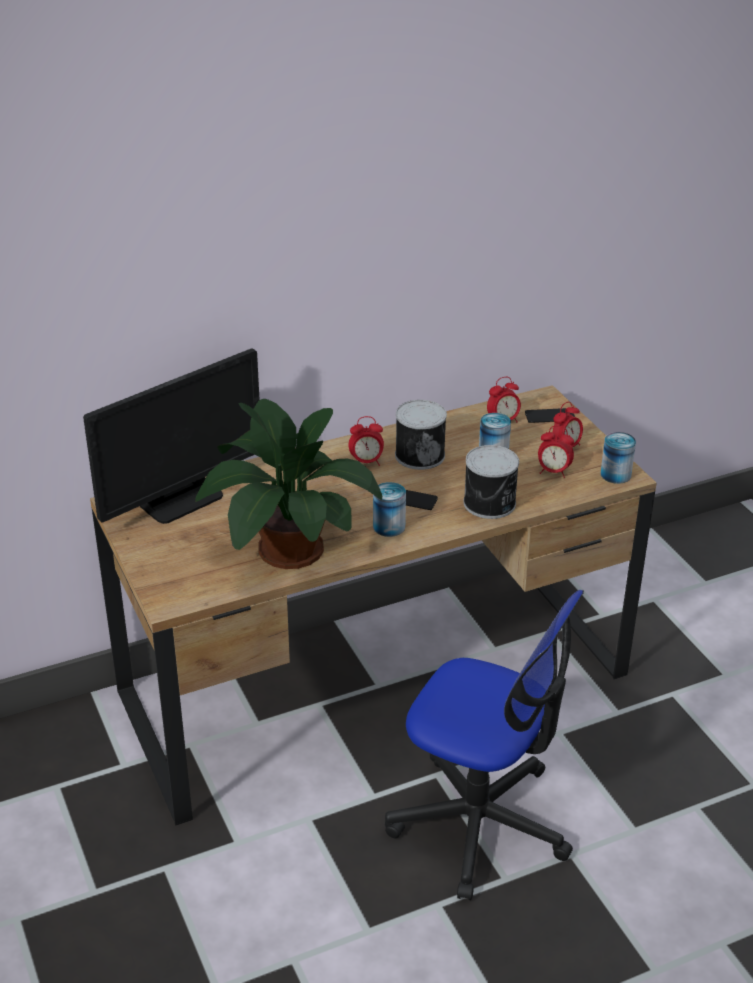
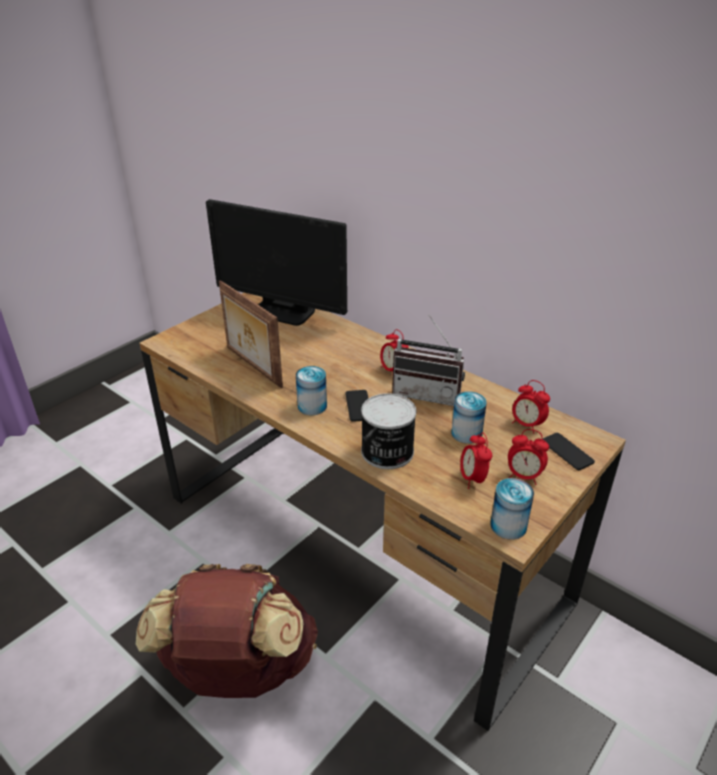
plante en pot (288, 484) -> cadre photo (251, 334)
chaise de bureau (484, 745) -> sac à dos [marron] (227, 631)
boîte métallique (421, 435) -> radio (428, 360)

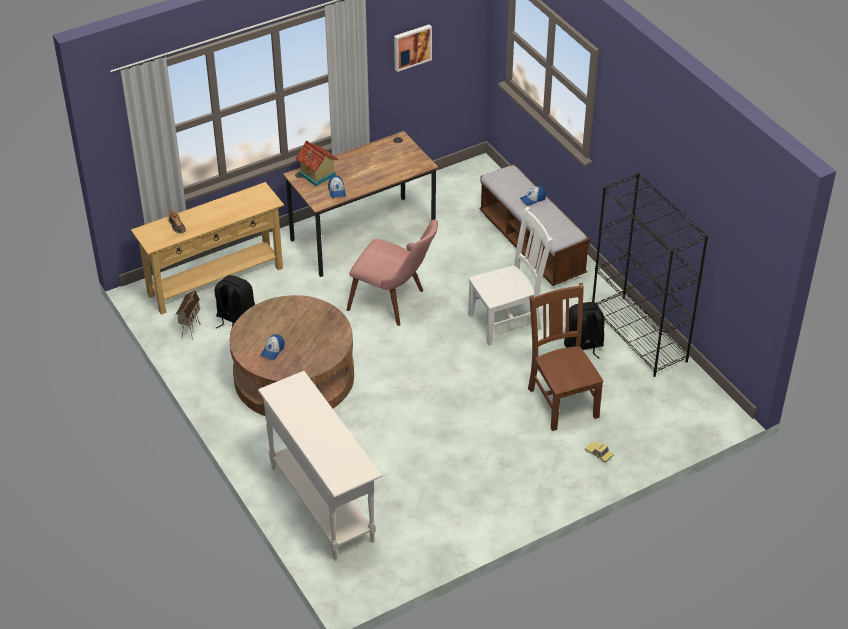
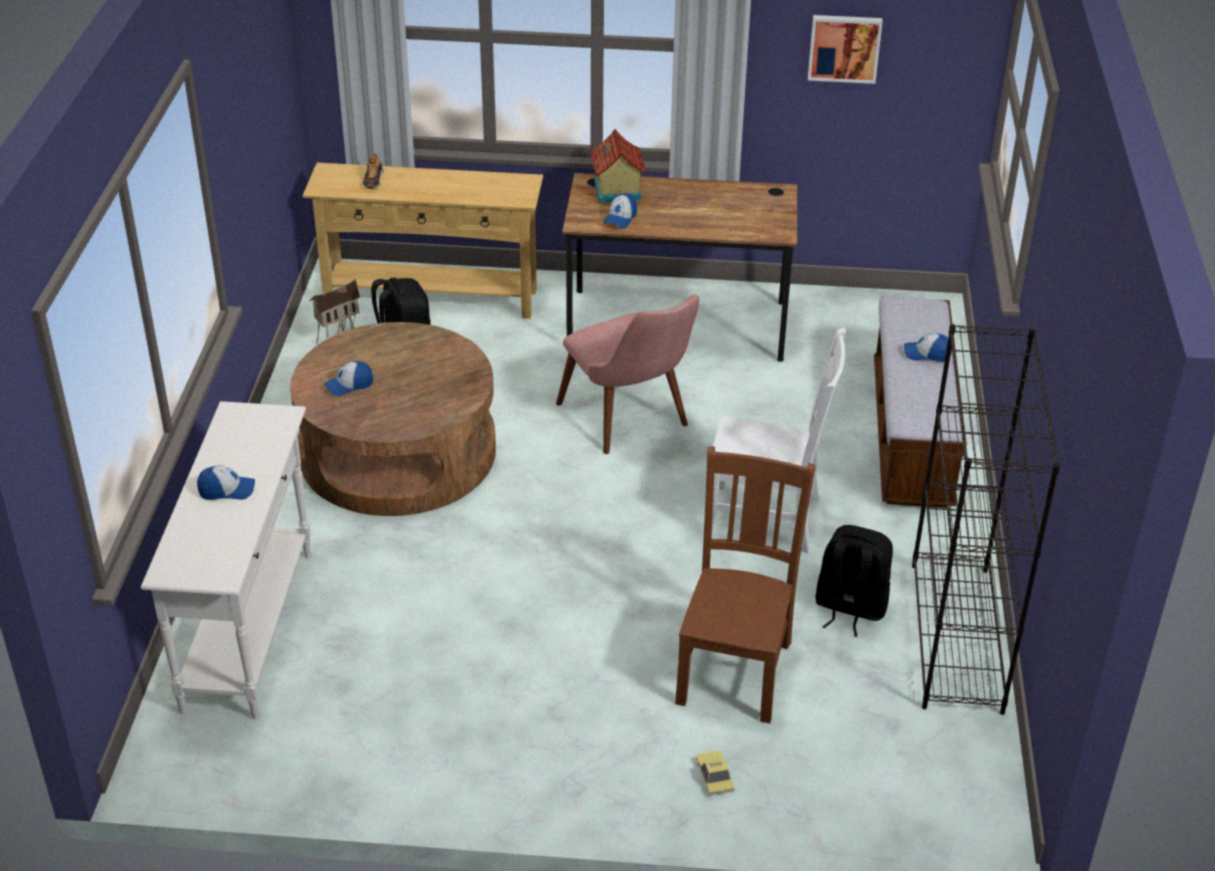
none -> casquette (226, 482)

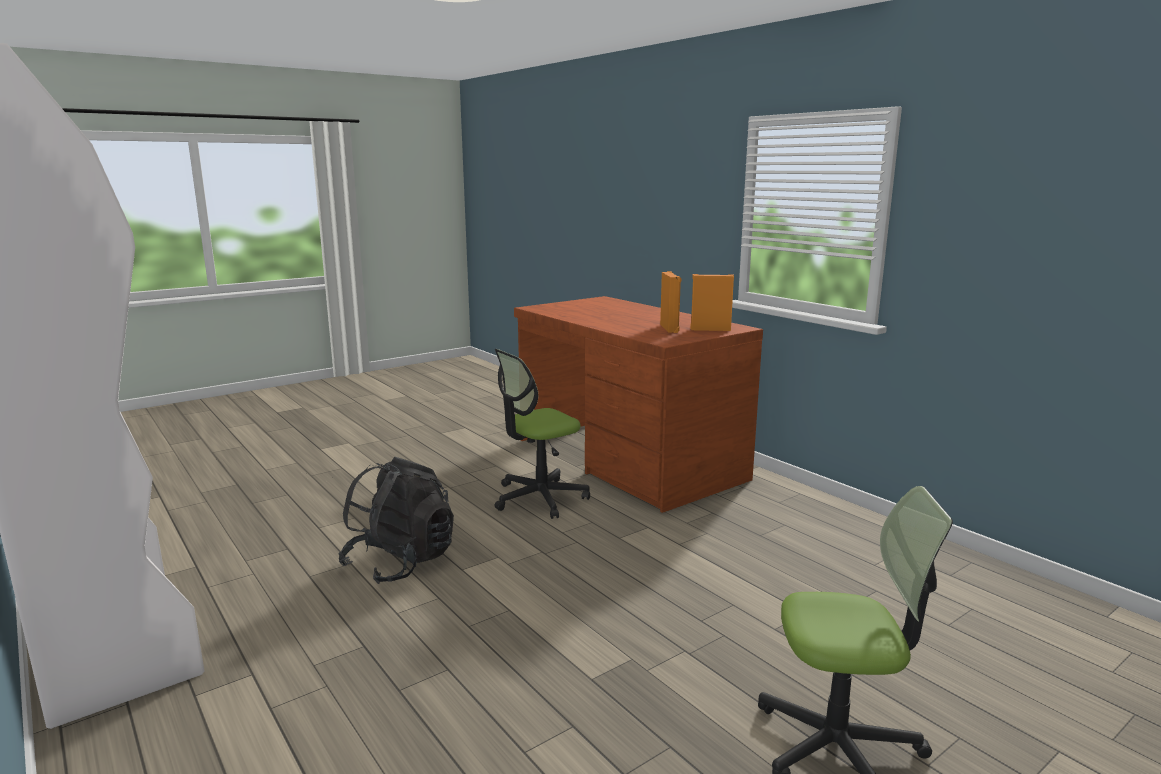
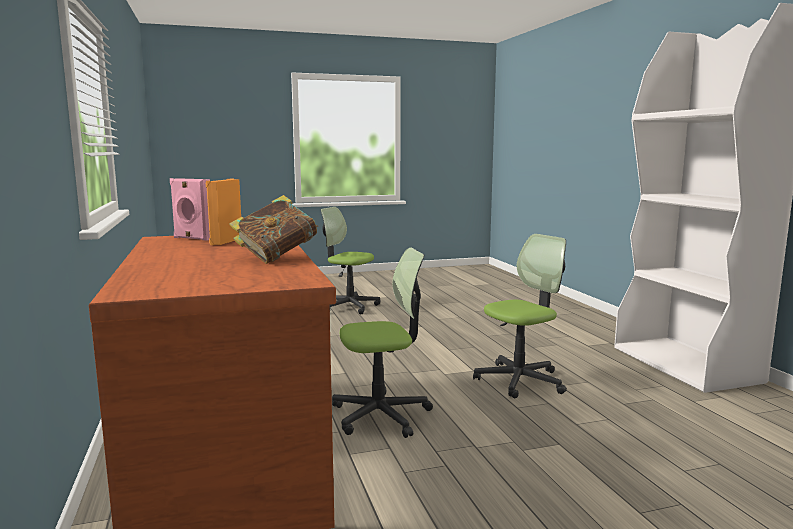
sac à dos [noir] (396, 520) -> chaise de bureau (520, 316)
enceinte [orange] (712, 302) -> enceinte [rose] (190, 209)
none -> livre (274, 229)

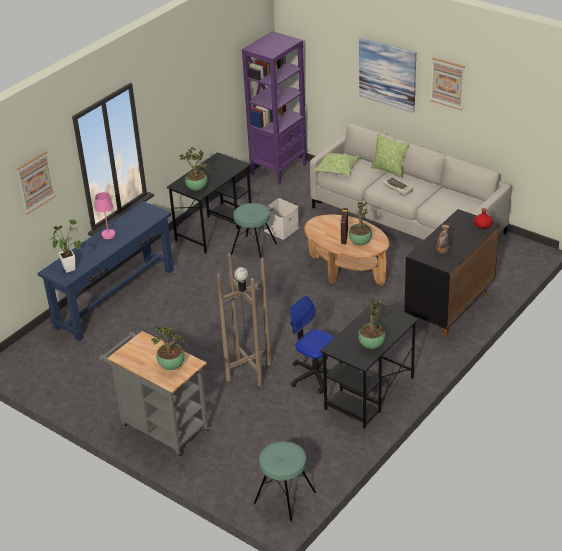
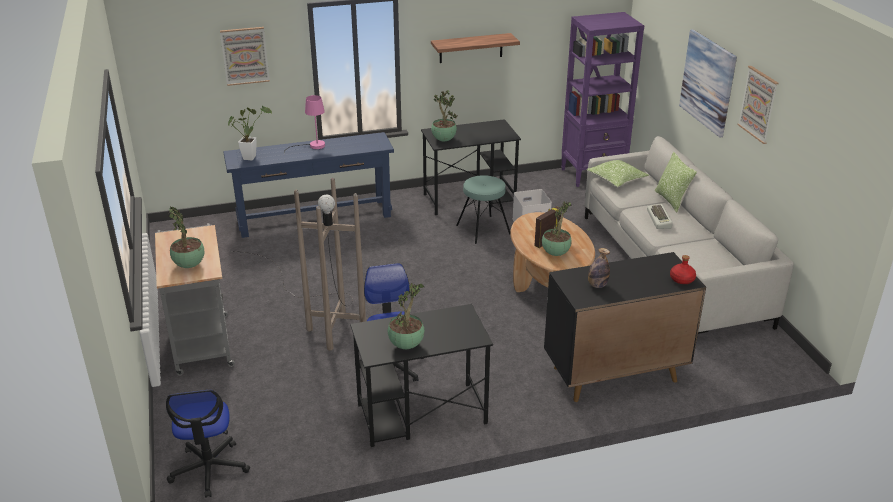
tabouret [turquoise] (285, 481) -> chaise de bureau (208, 444)
none -> étagère (475, 48)

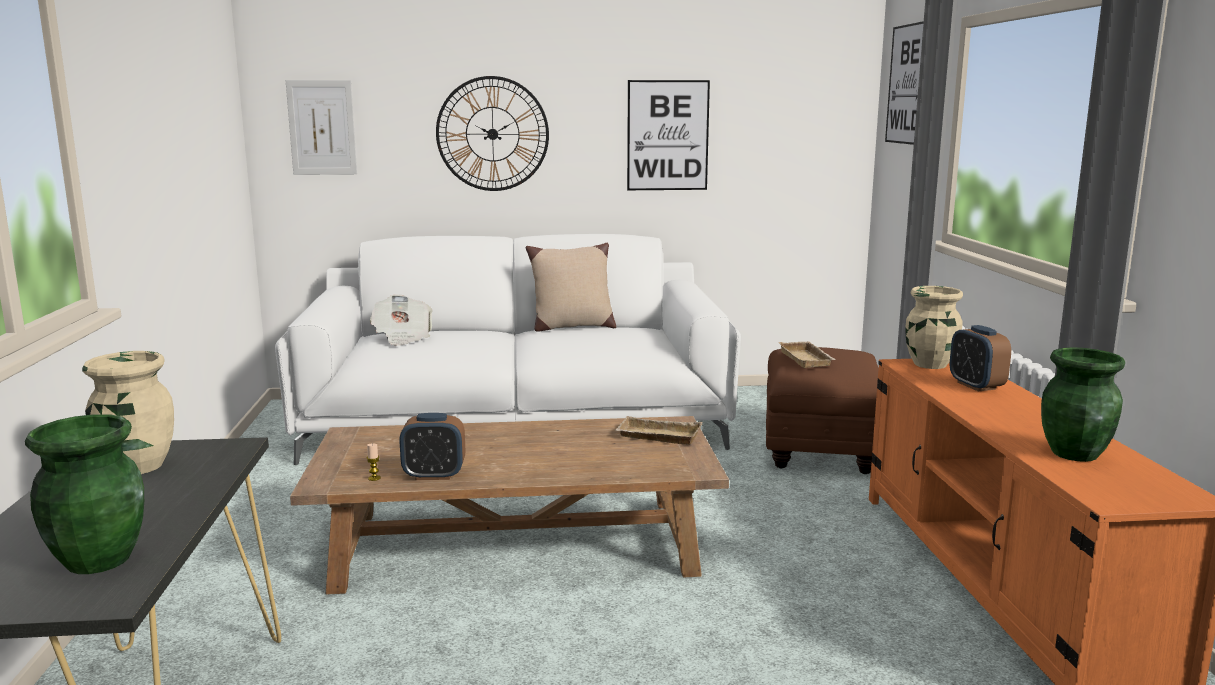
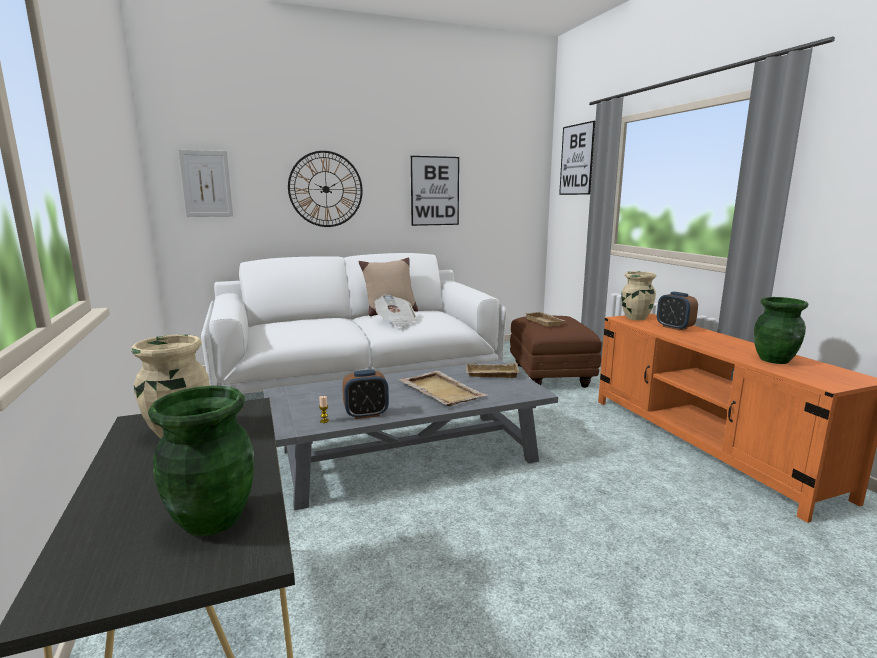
table basse [marron] (509, 505) -> table basse [gris] (410, 435)
journal (400, 320) -> journal (396, 311), relocated
none -> plateau [beige] (443, 388)

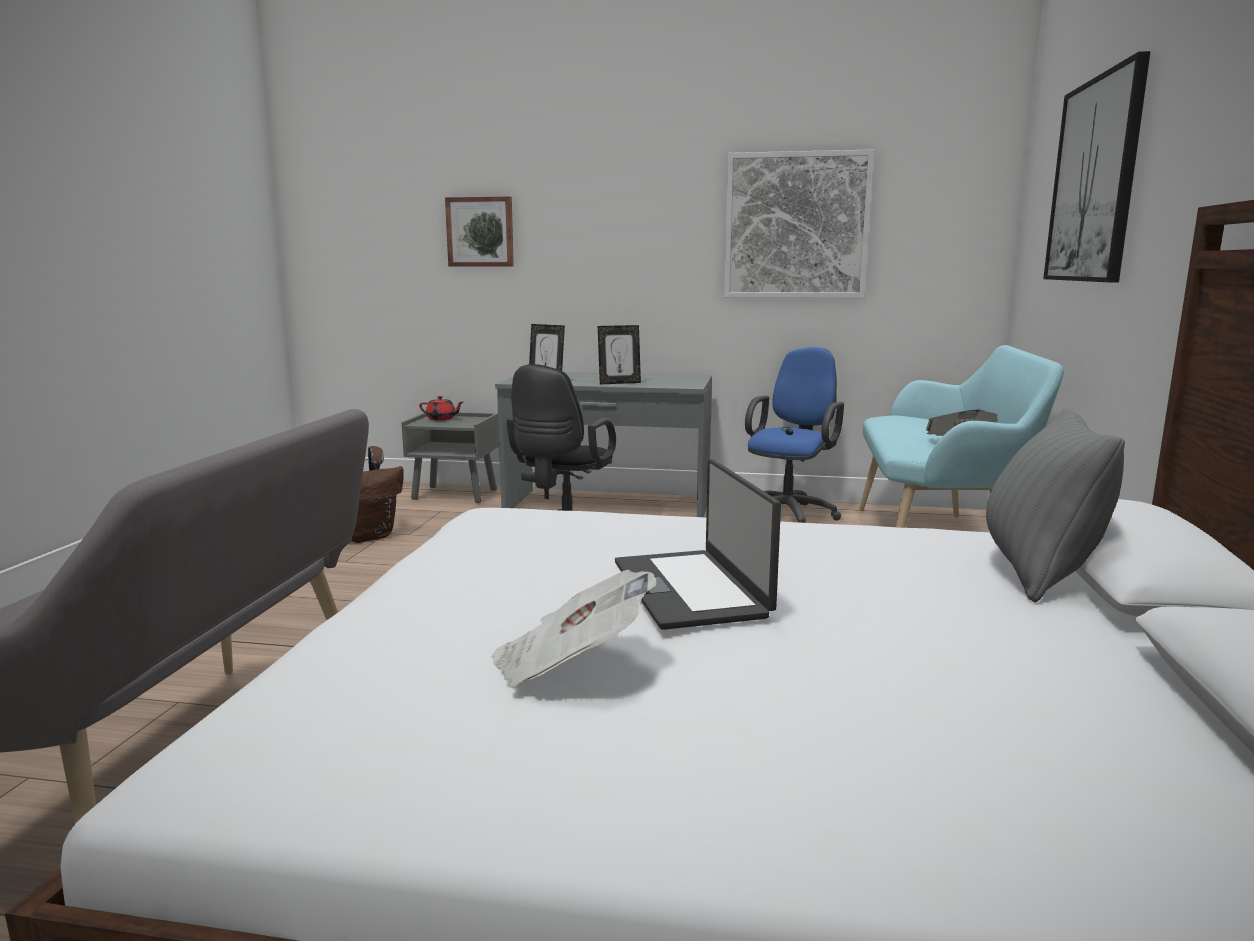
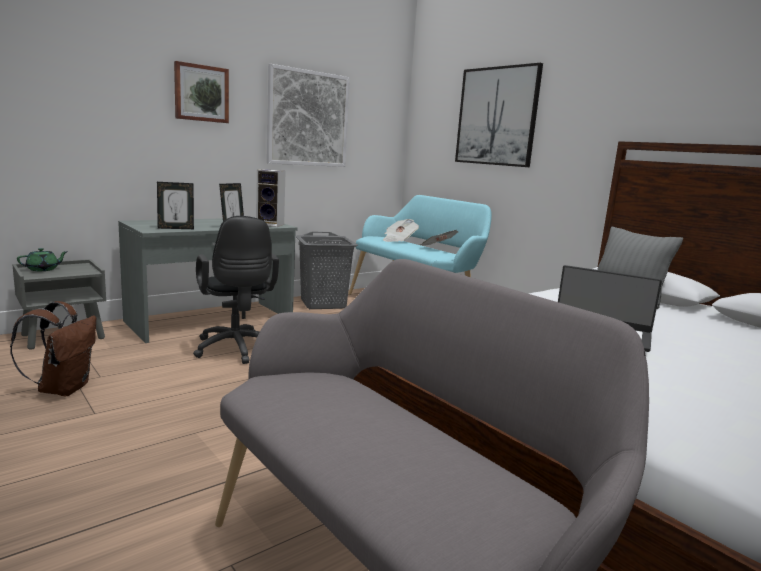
théière [rouge] (441, 408) -> théière [vert] (42, 259)
tableau (479, 231) -> tableau (201, 92), relocated
journal (574, 629) -> journal (401, 230), relocated
chaise de bureau [bleu] (794, 435) -> panier à linge [gris] (327, 270)
none -> enceinte (271, 198)

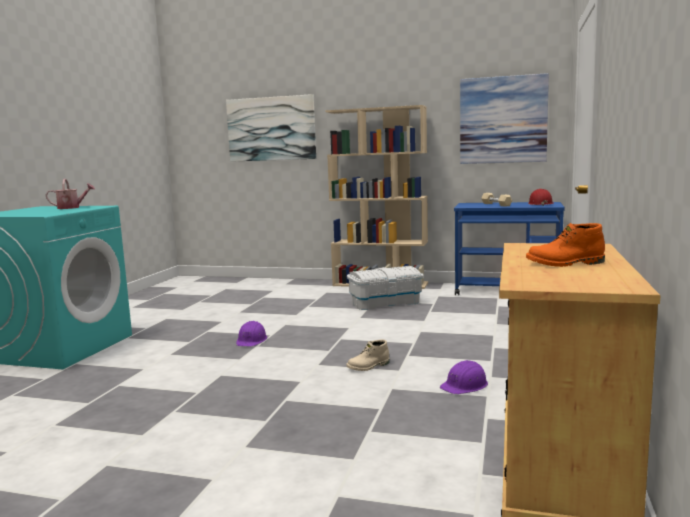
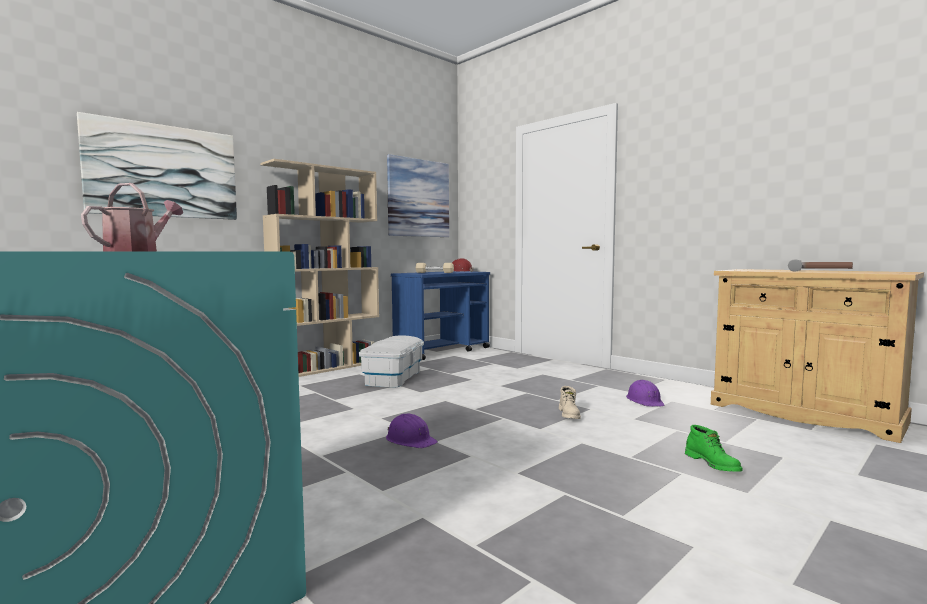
botte [orange] (565, 245) -> marteau (820, 265)
none -> botte [vert] (714, 448)

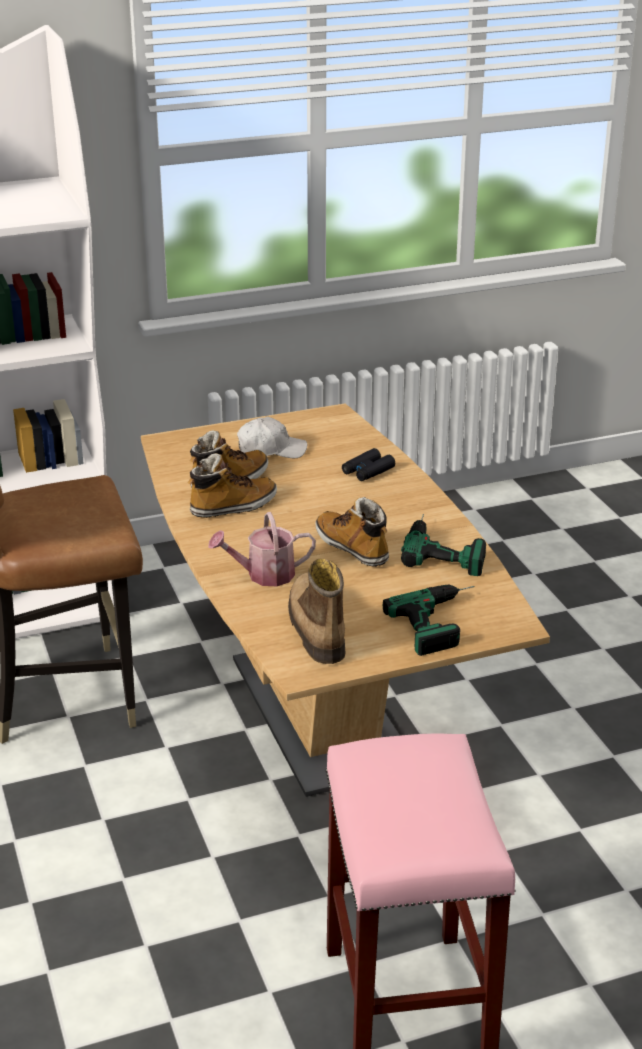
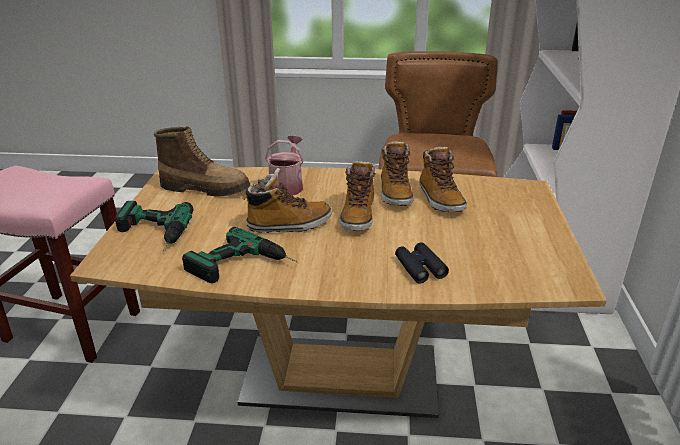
casquette [blanc] (272, 437) -> none
none -> botte (357, 196)

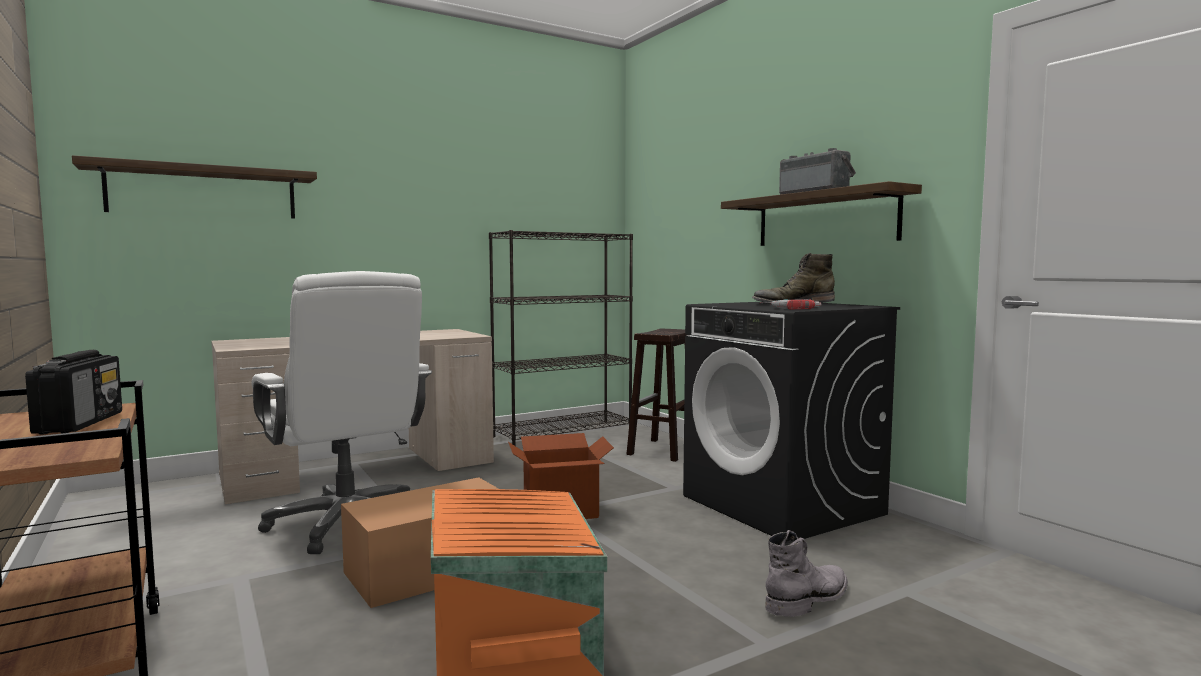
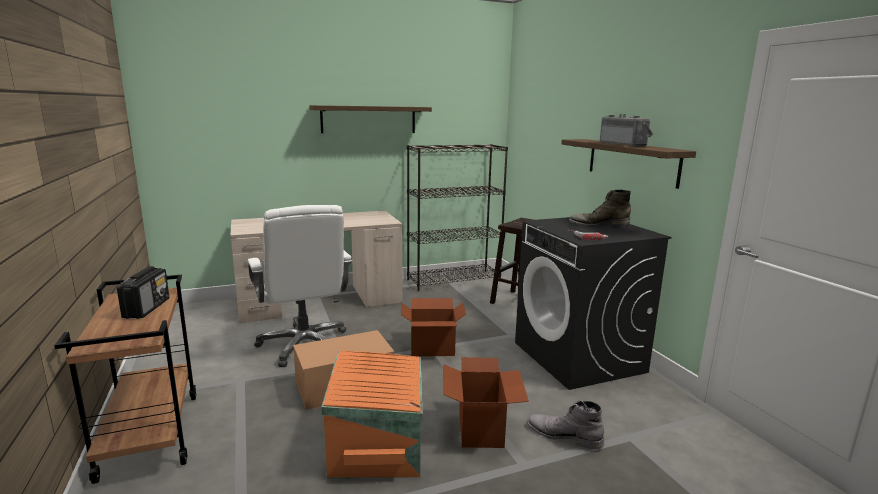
étagère (194, 187) -> étagère (370, 119), relocated
botte [gris] (806, 573) -> botte [gris] (565, 425), 120 degrees counterclockwise
none -> carton (486, 402)

